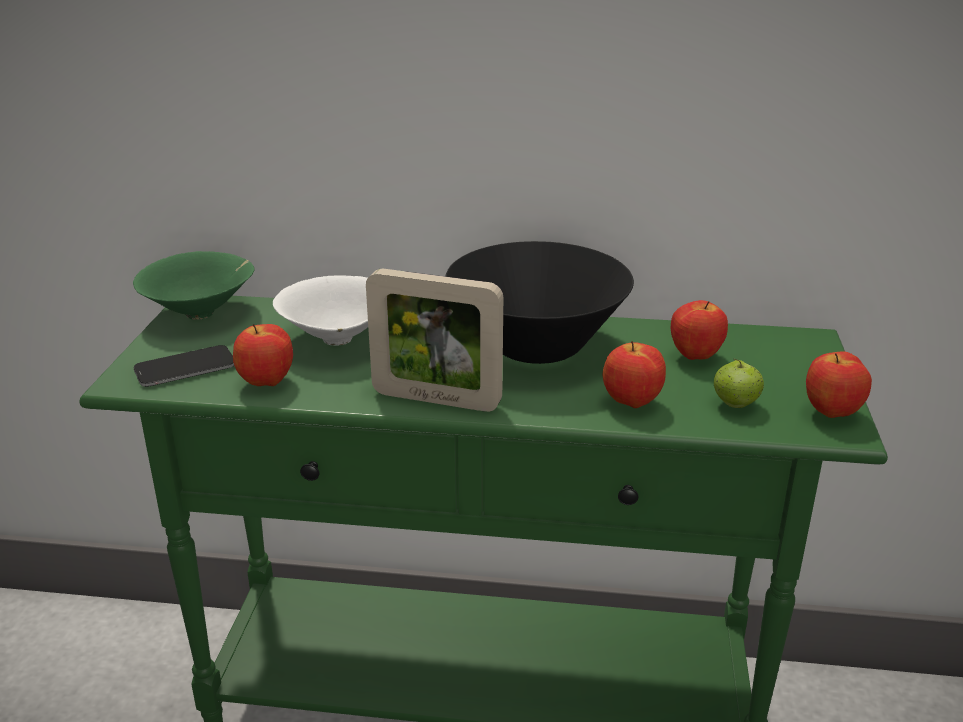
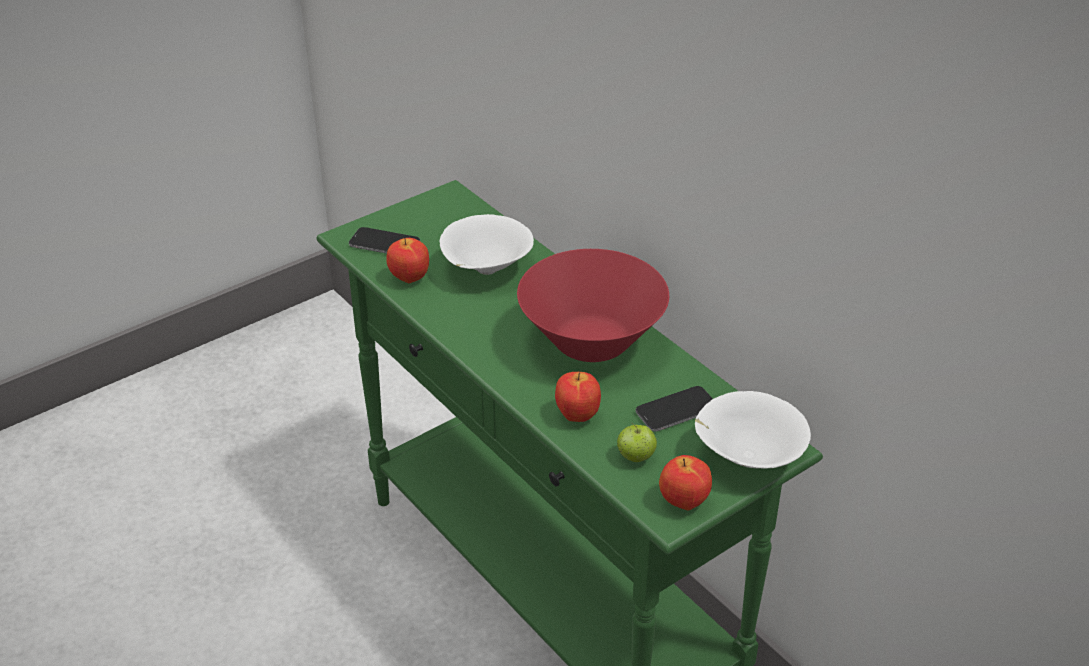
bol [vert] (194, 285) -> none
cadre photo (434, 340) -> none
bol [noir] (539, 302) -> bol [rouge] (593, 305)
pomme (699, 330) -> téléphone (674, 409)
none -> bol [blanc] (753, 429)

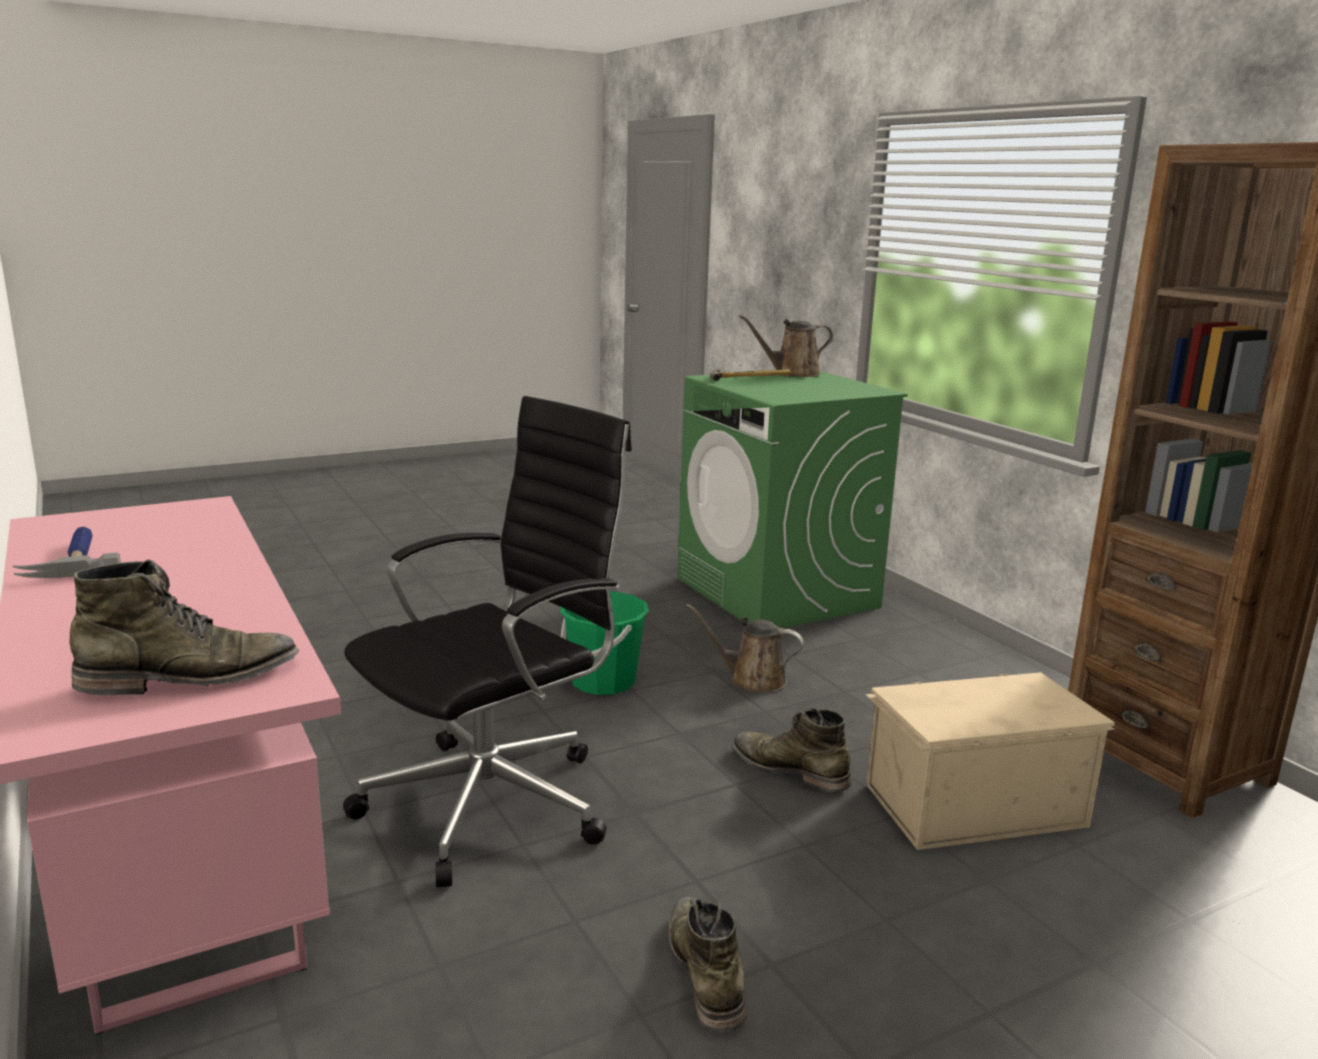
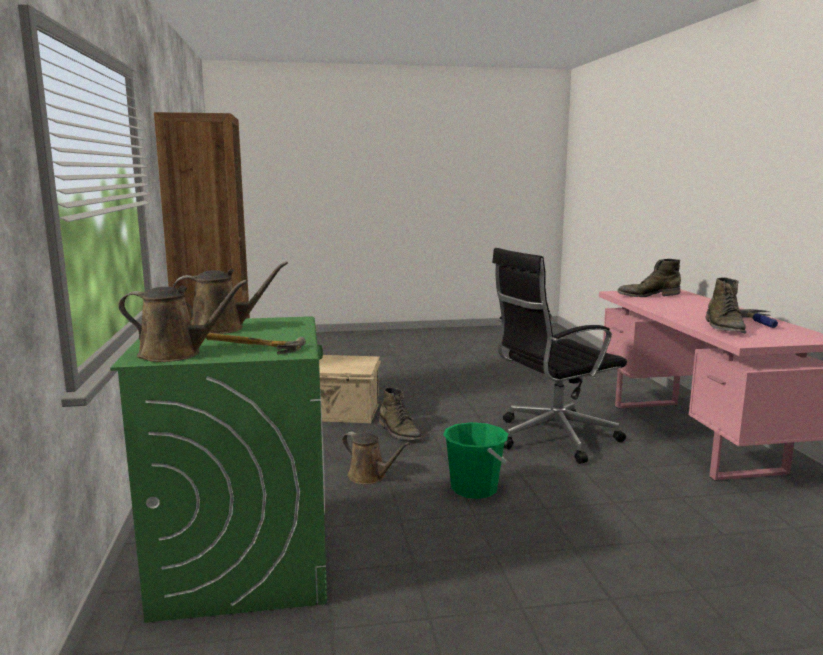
botte [vert] (707, 964) -> botte [vert] (726, 305), relocated
none -> arrosoir [marron] (230, 297)

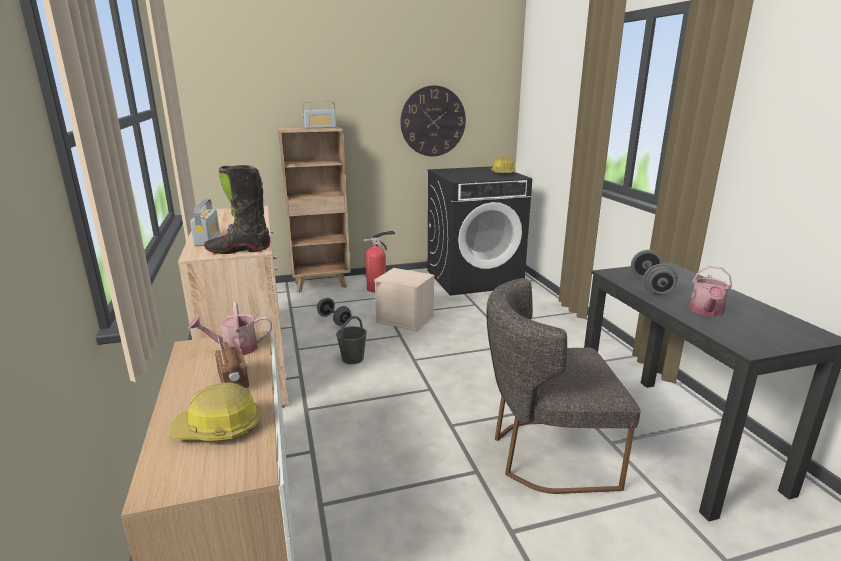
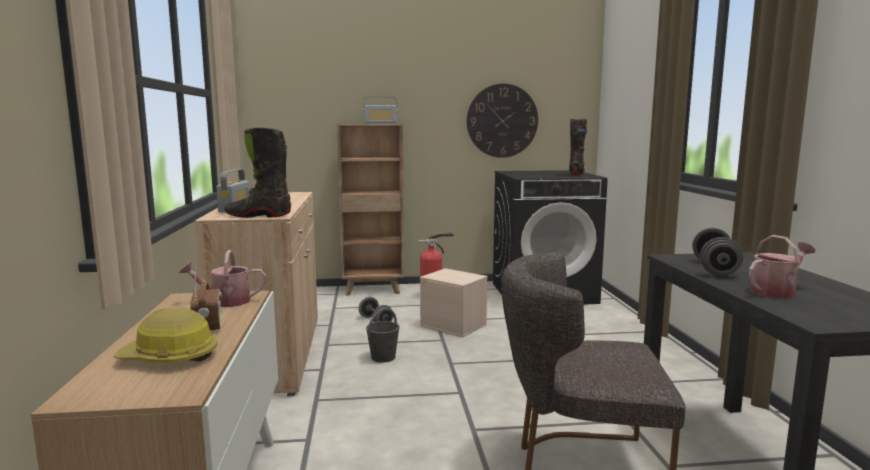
casque de chantier (503, 164) -> botte [noir] (578, 146)
arrosoir (710, 291) -> arrosoir (782, 267), 150 degrees counterclockwise

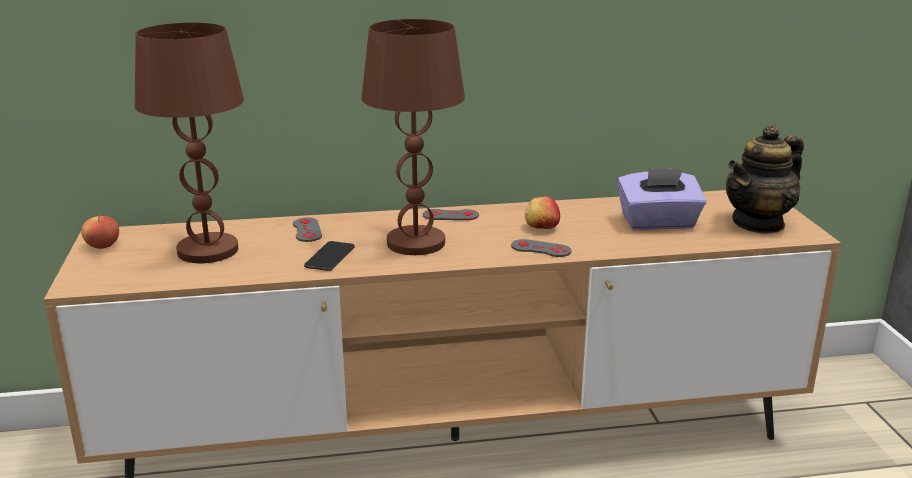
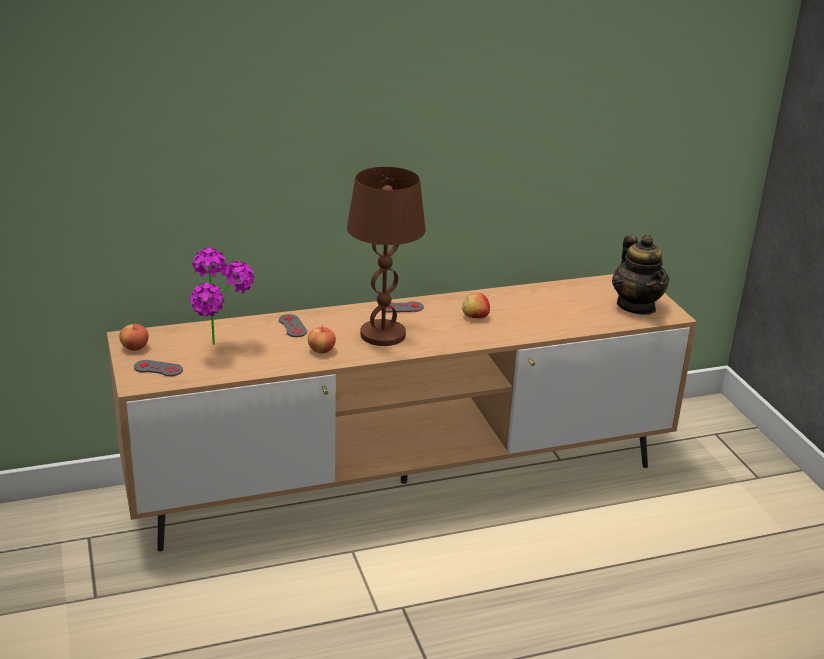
lampe de table [marron] (189, 143) -> plante en pot (222, 296)
téléphone (329, 256) -> pomme (322, 339)
manette [gris] (541, 248) -> manette [gris] (158, 368), relocated
boîte à mouchoirs [violet] (661, 199) -> none
théière (765, 179) -> théière (640, 274), 60 degrees counterclockwise

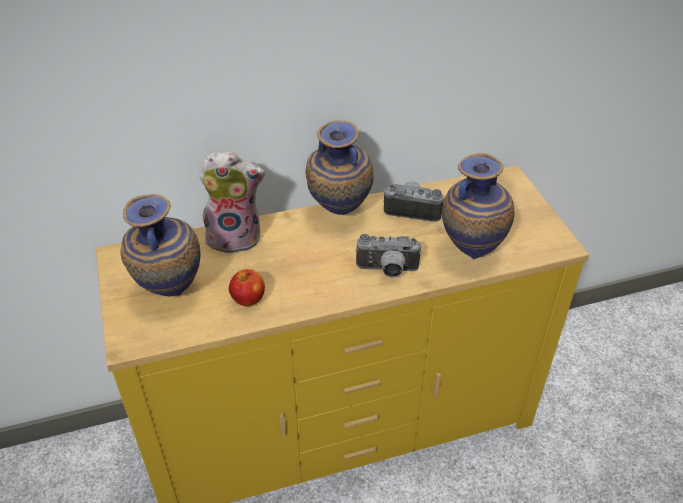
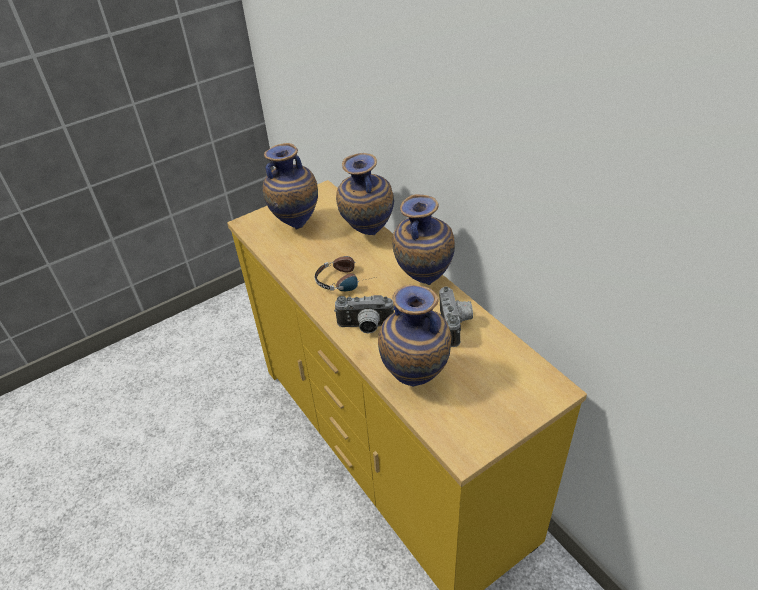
peluche (232, 202) -> vase (365, 194)
pomme (247, 287) -> none
appareil photo (389, 256) -> appareil photo (364, 314), 75 degrees counterclockwise
none -> casque audio (346, 273)

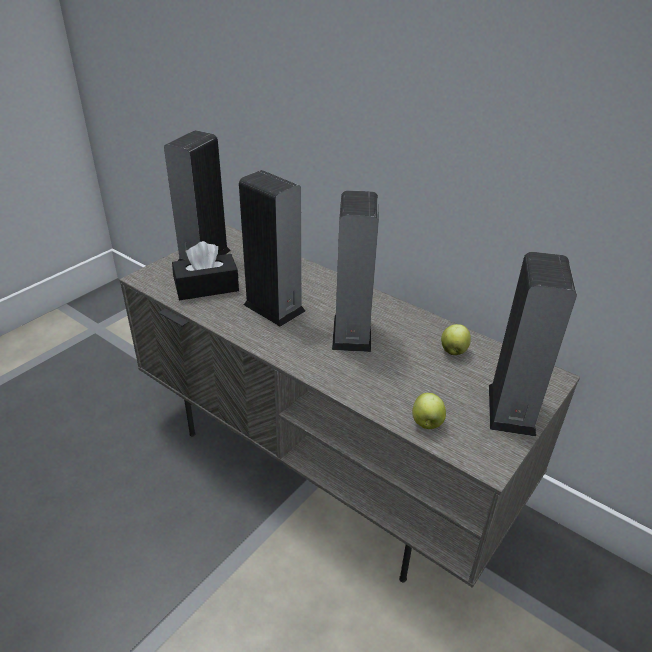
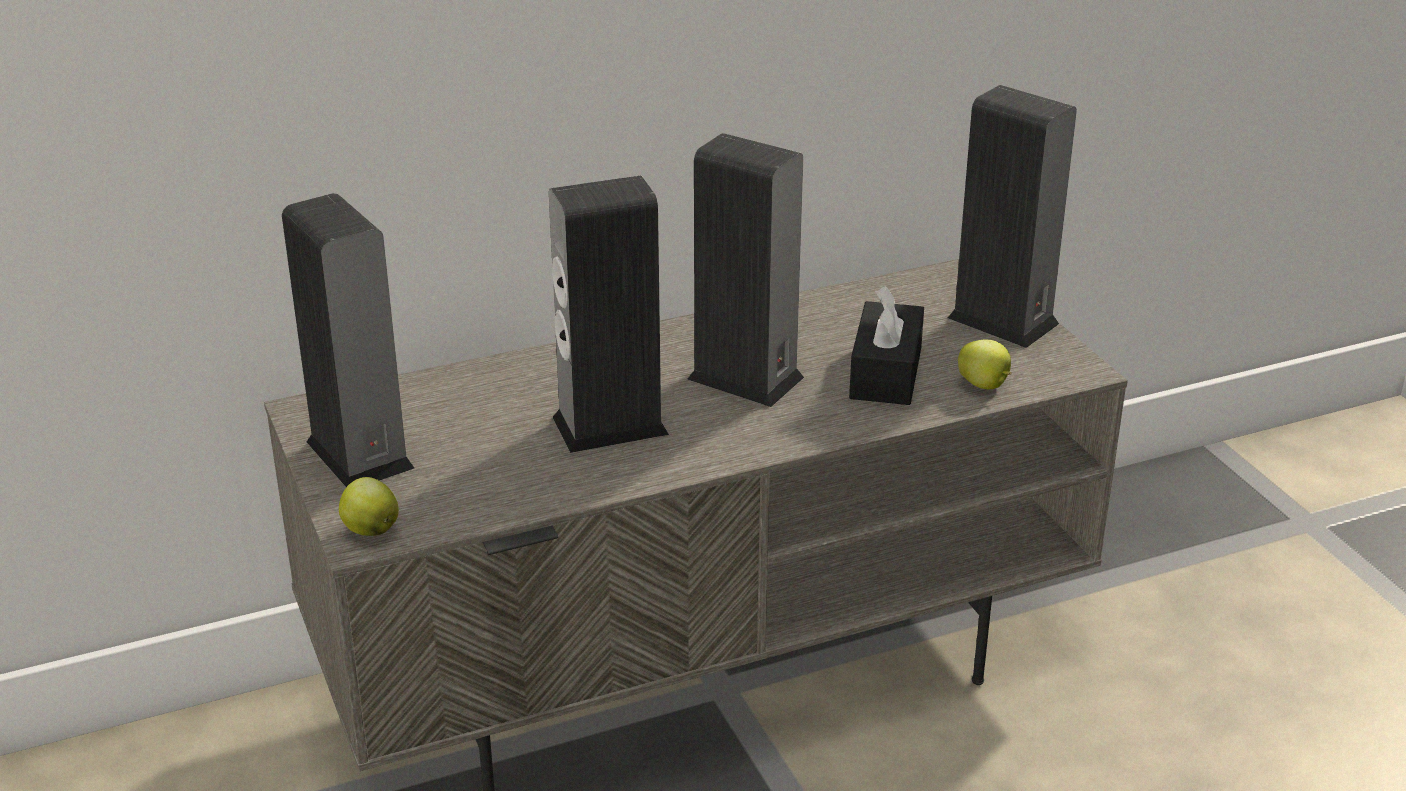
boîte à mouchoirs [noir] (205, 270) -> boîte à mouchoirs [noir] (886, 345), relocated
pomme (456, 339) -> pomme (369, 506), relocated

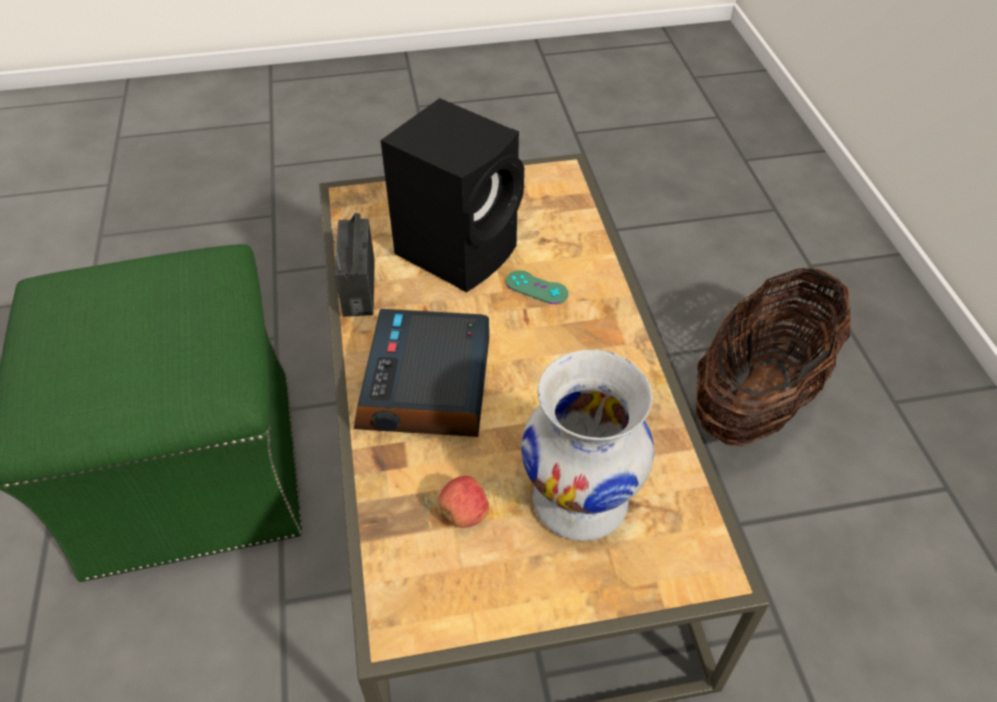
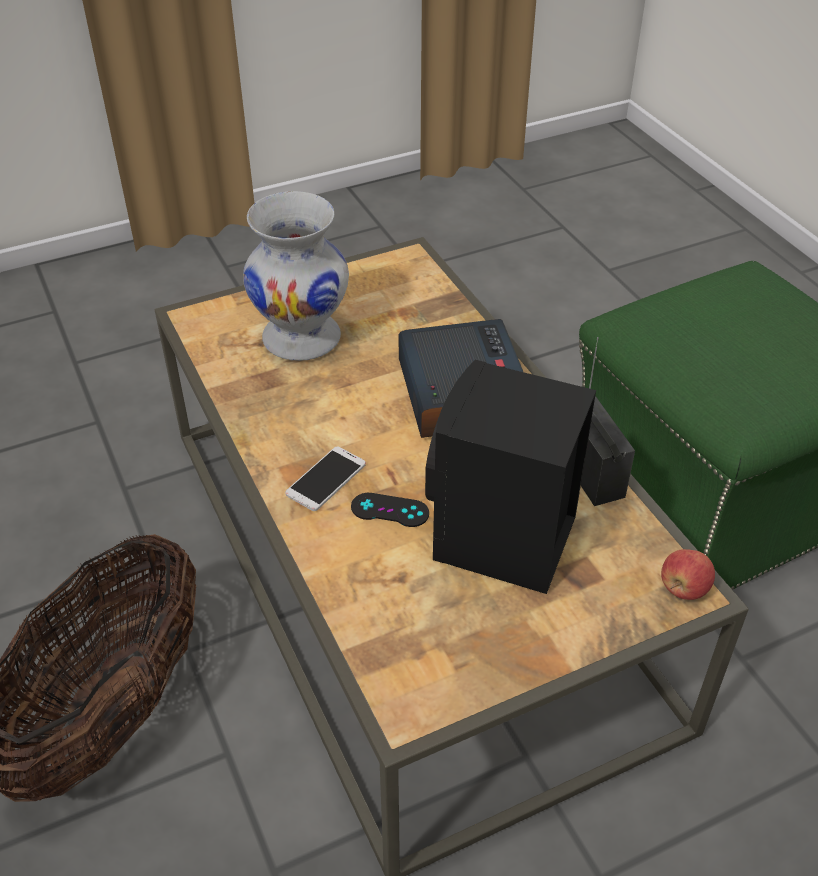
pomme (463, 502) -> pomme (688, 574), relocated
manette [vert] (537, 287) -> manette [noir] (390, 510)
none -> téléphone (325, 479)

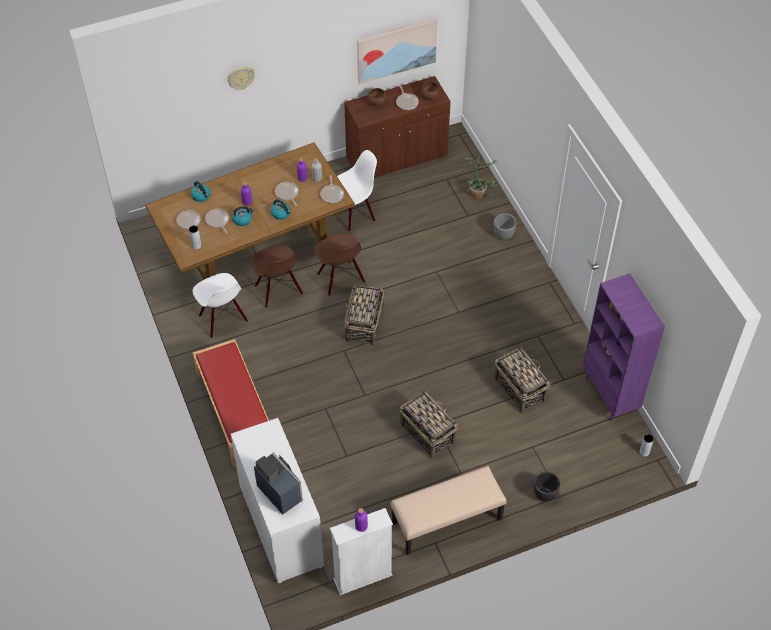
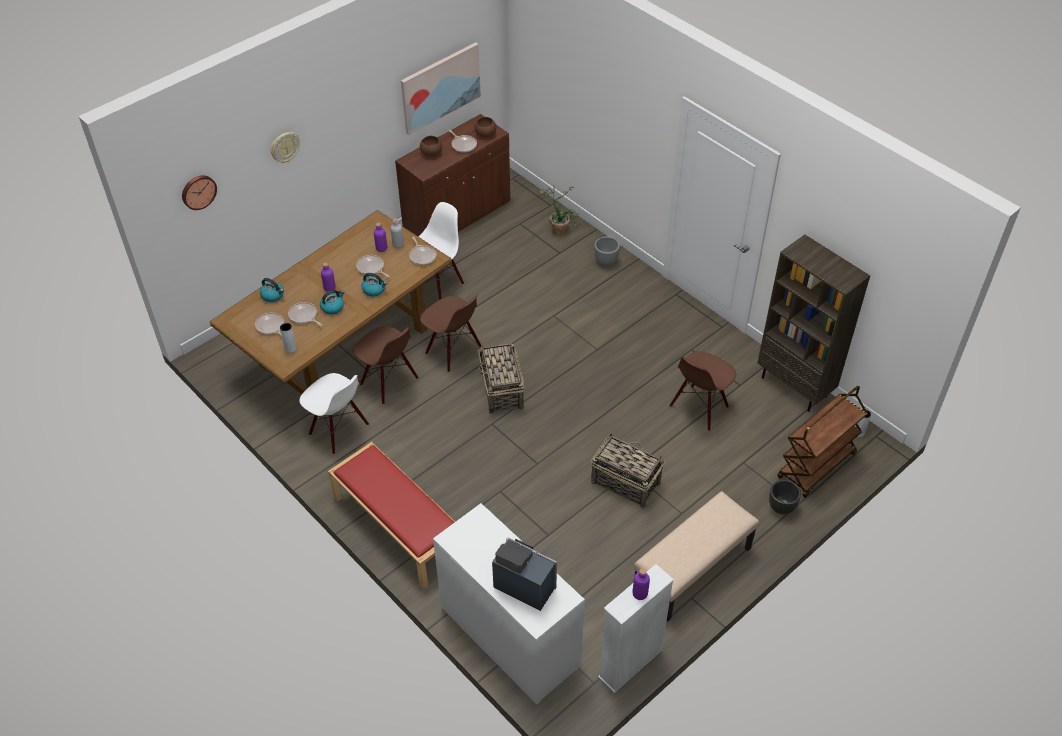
panier (522, 380) -> chaise [marron] (703, 391)
bibliothèque [violet] (624, 347) -> bibliothèque [marron] (813, 323)
none -> horloge murale (199, 192)
none -> chariot [marron] (822, 442)

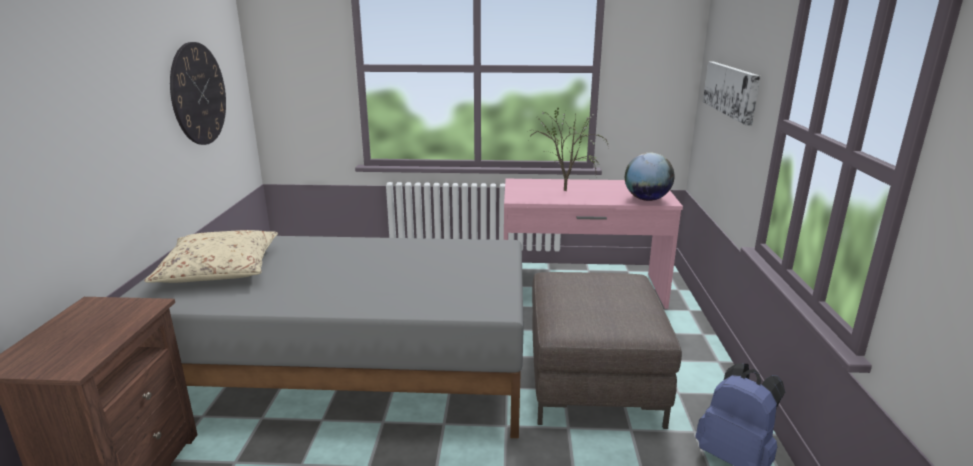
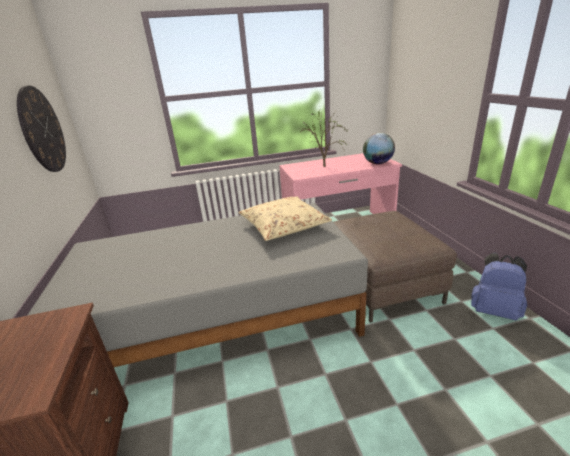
coussin [beige] (211, 256) -> coussin [beige] (285, 218), relocated
tableau (731, 93) -> none

